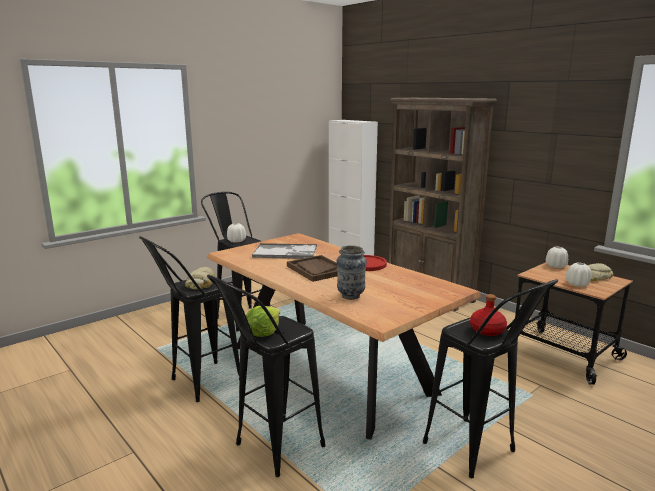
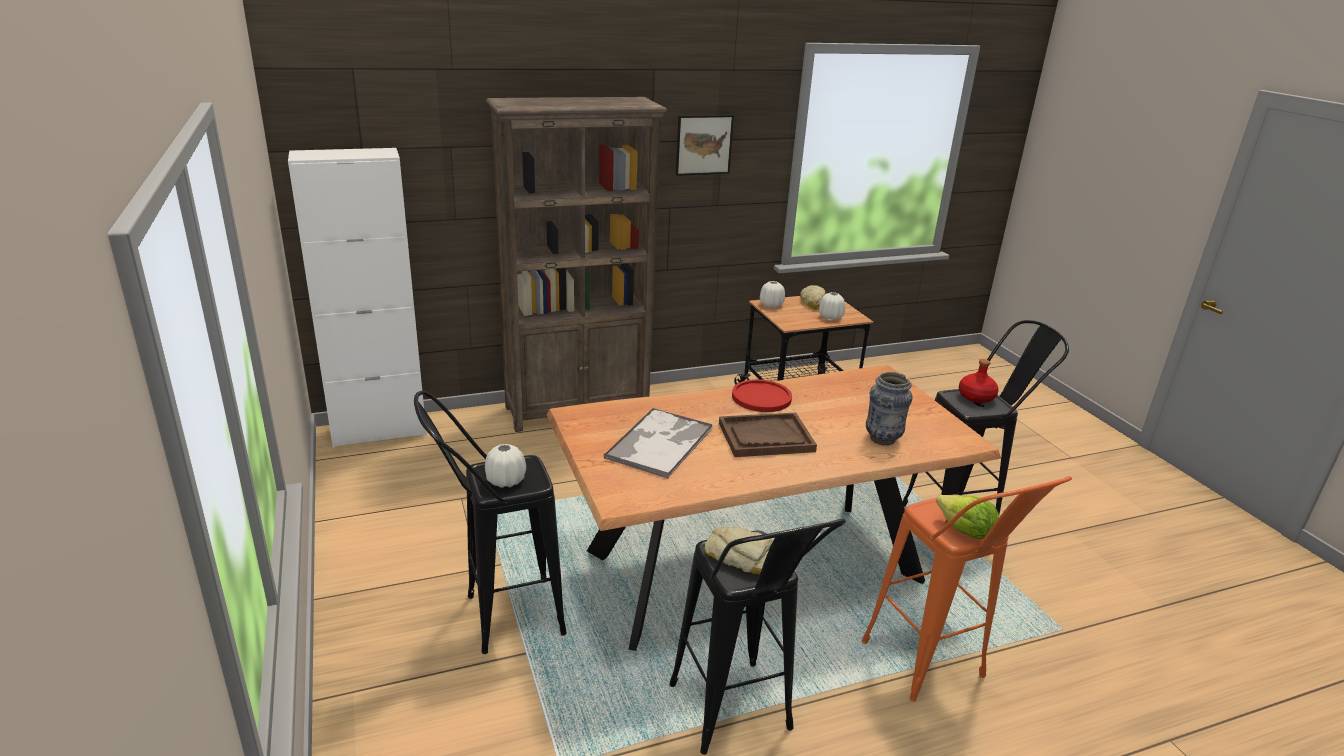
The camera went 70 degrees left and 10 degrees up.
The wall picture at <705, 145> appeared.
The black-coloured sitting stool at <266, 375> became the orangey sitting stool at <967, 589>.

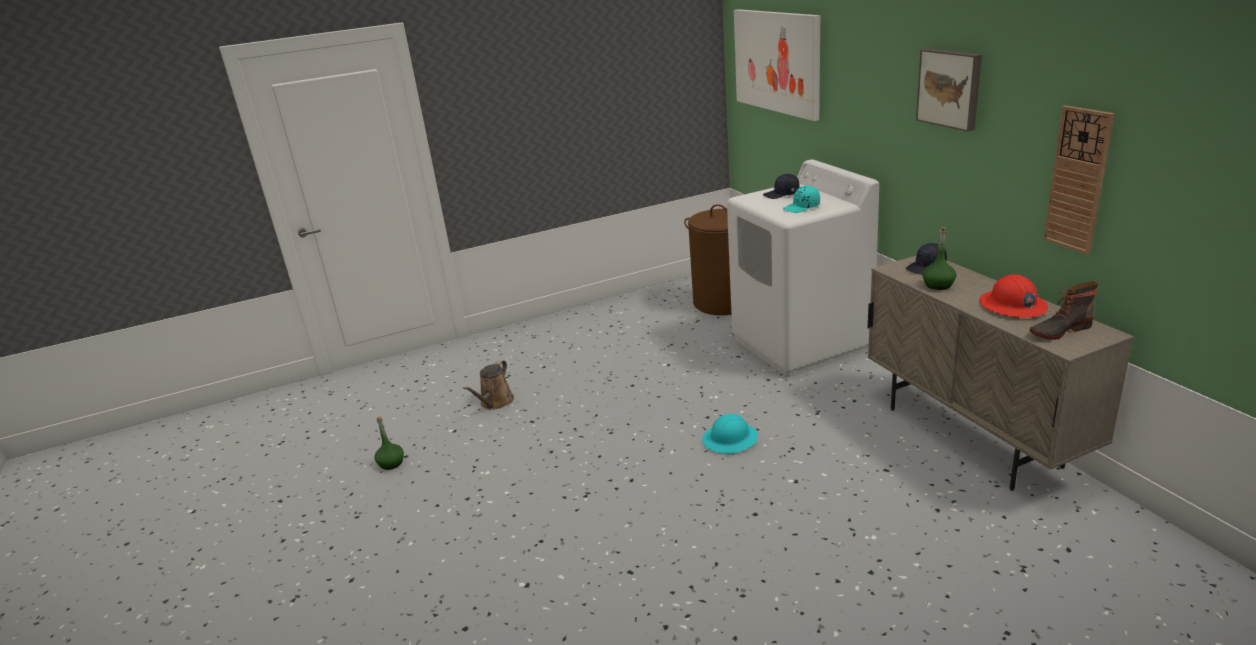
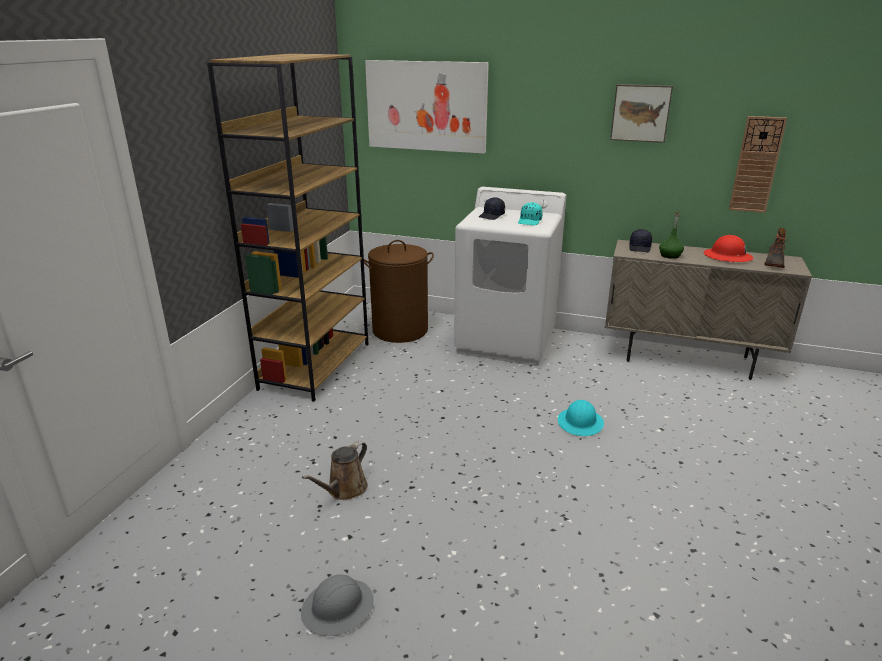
The camera went 50 degrees left and 0 degrees up.
The brown bookcase at <287, 228> appeared.
The greenish bottle at <389, 443> was replaced by the grey safety helmet at <337, 605>.
The brown watering pot at <488, 385> turned 60 degrees clockwise.

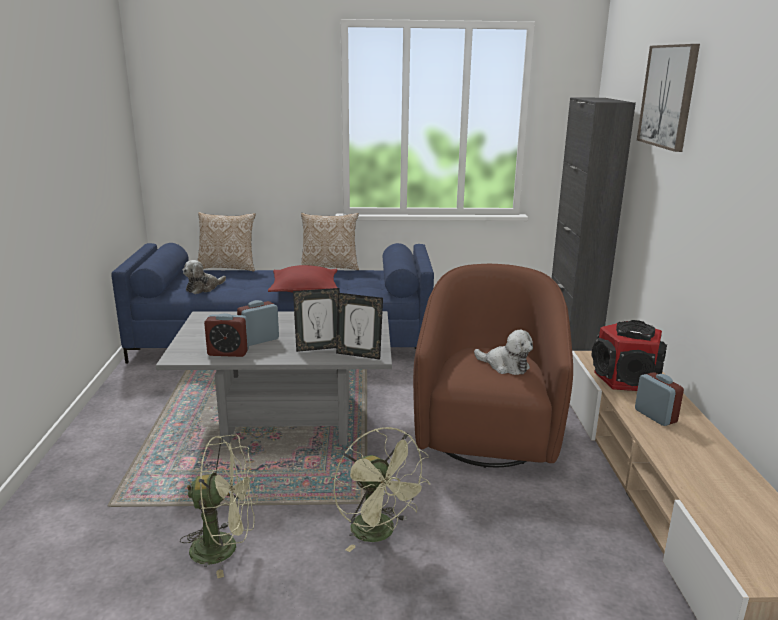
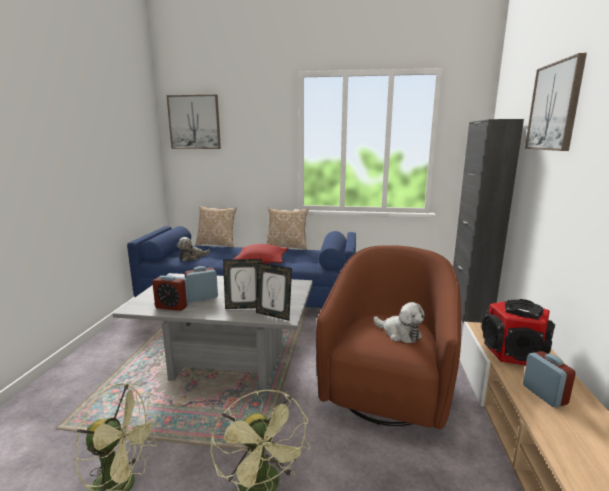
The camera went 10 degrees right and 5 degrees down.
The wall picture at <194, 122> appeared.

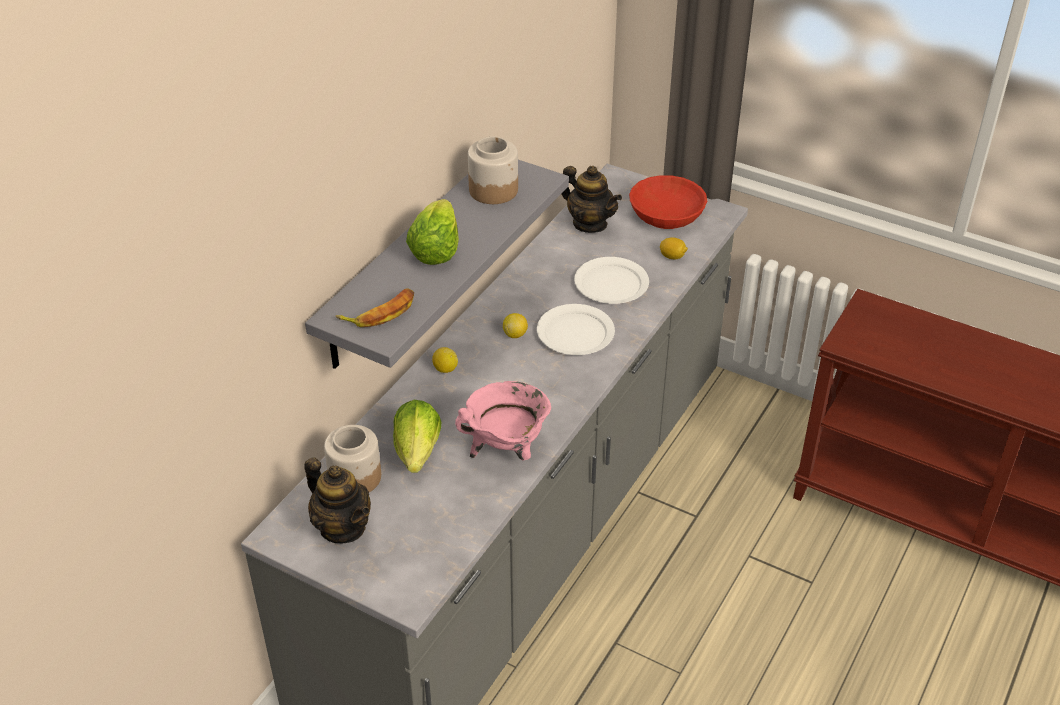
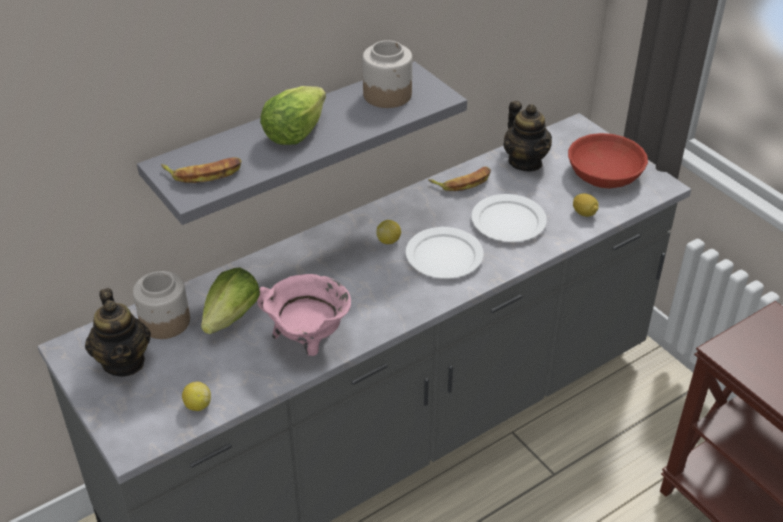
The camera went 25 degrees right and 0 degrees up.
The citrus fruit moved from <445, 360> to <196, 396>.
The banana fruit at <459, 179> appeared.

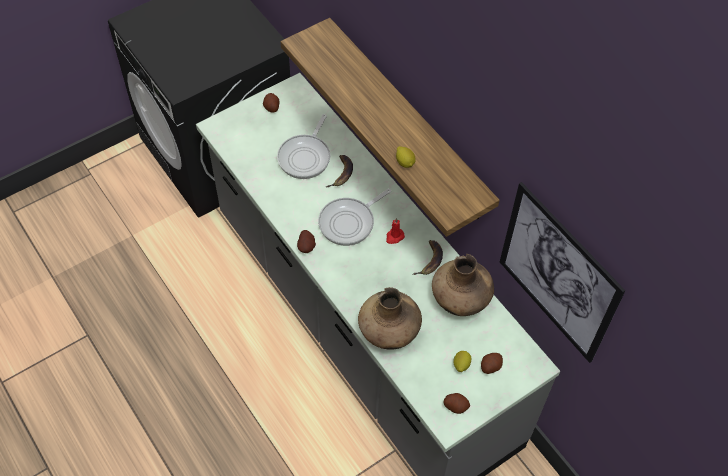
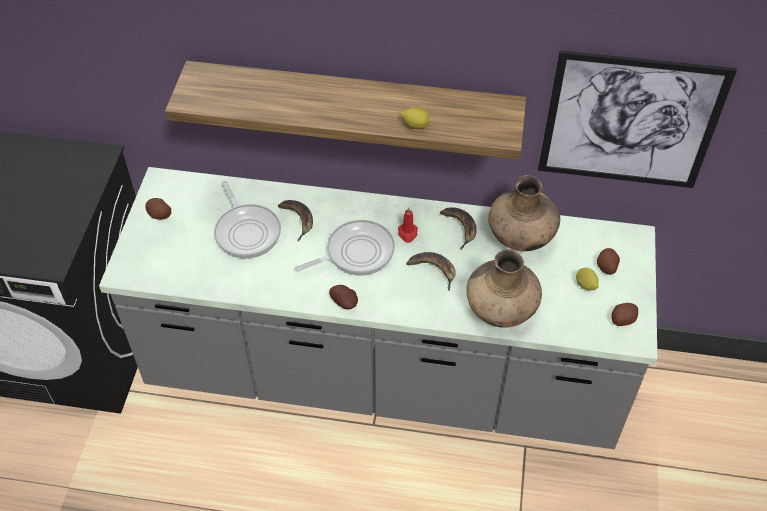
The camera went 45 degrees left and 5 degrees down.
The pan at <354, 217> turned 120 degrees counterclockwise.
The banana fruit at <431, 271> appeared.

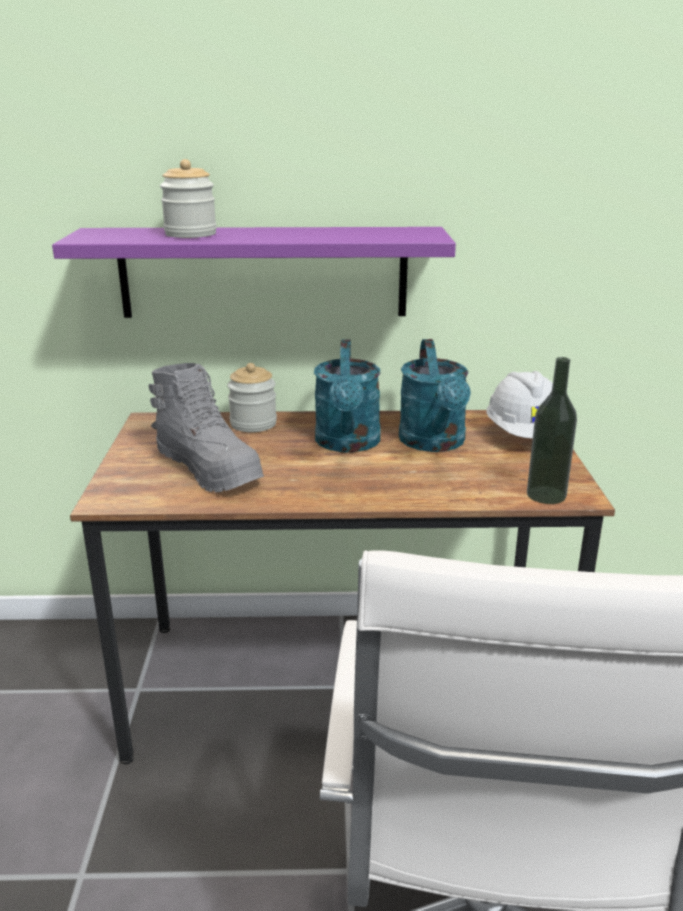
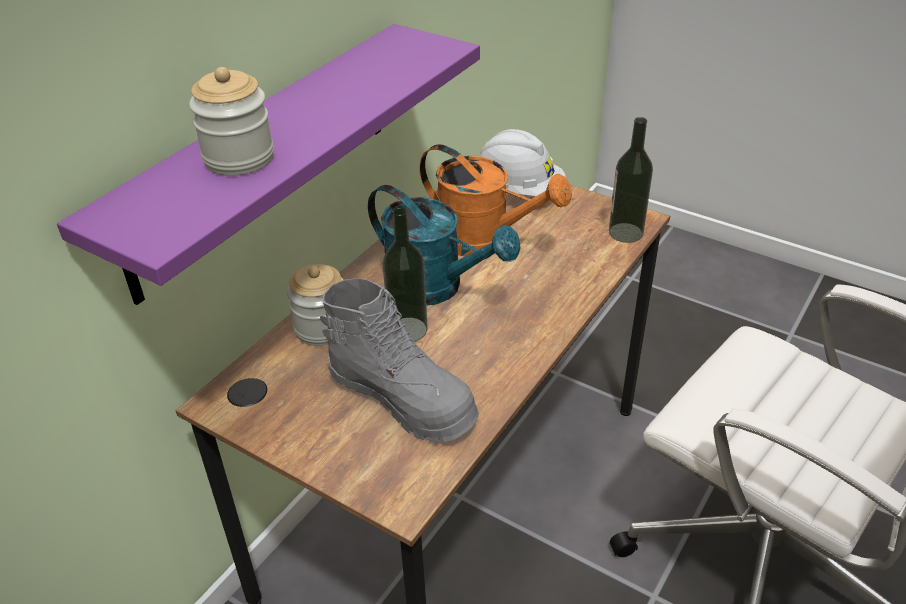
The camera went 55 degrees left and 15 degrees up.
The grey boot at <206, 427> turned 45 degrees clockwise.
The bottle at <405, 275> appeared.
The turquoise watering pot at <435, 395> became the orangey watering pot at <496, 200>.

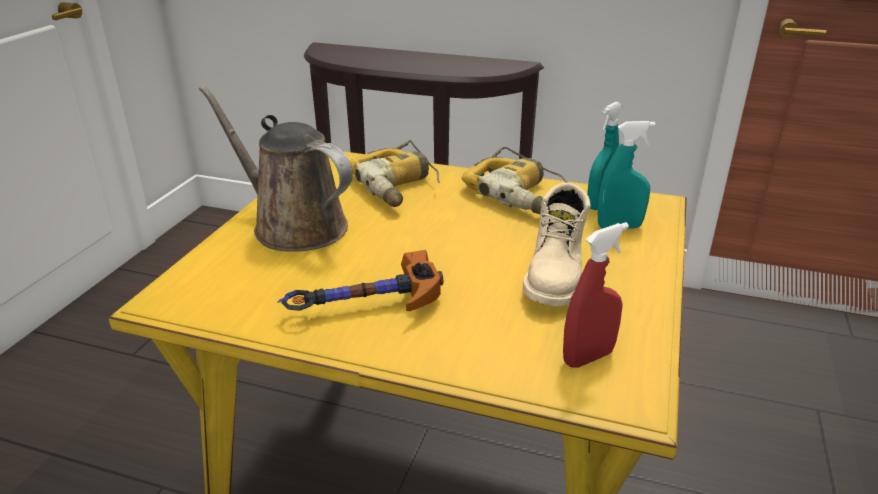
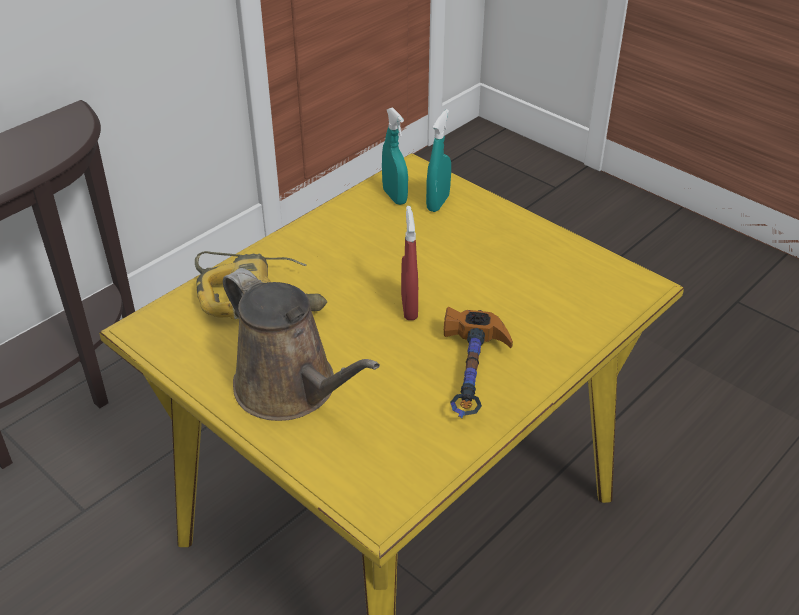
The camera went 65 degrees left and 10 degrees up.
The brown watering pot at <276, 168> turned 105 degrees counterclockwise.
The reddish sprayer moved from <596, 295> to <409, 263>.
The drill at <515, 180> disappeared.
The beige boot at <556, 244> disappeared.

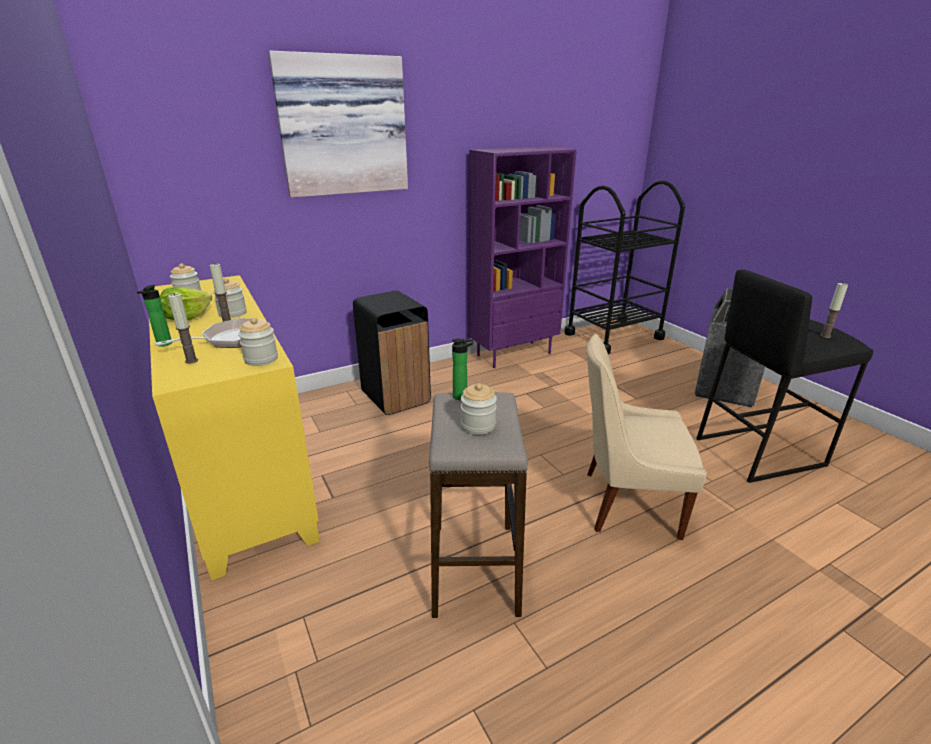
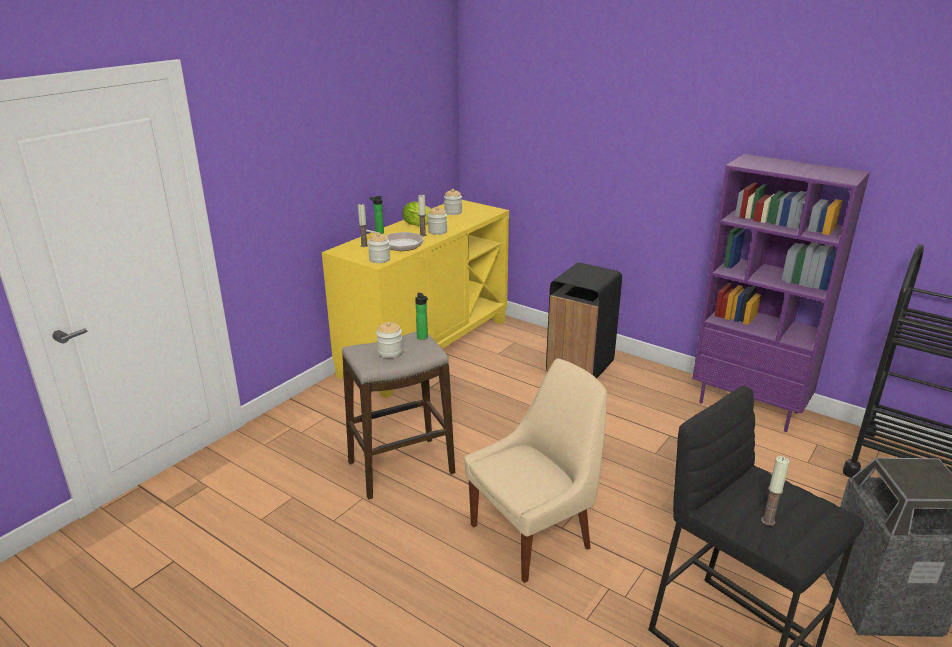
The camera went 65 degrees right and 0 degrees up.
The beige plain chair at <646, 437> turned 75 degrees clockwise.
The wall picture at <338, 124> disappeared.

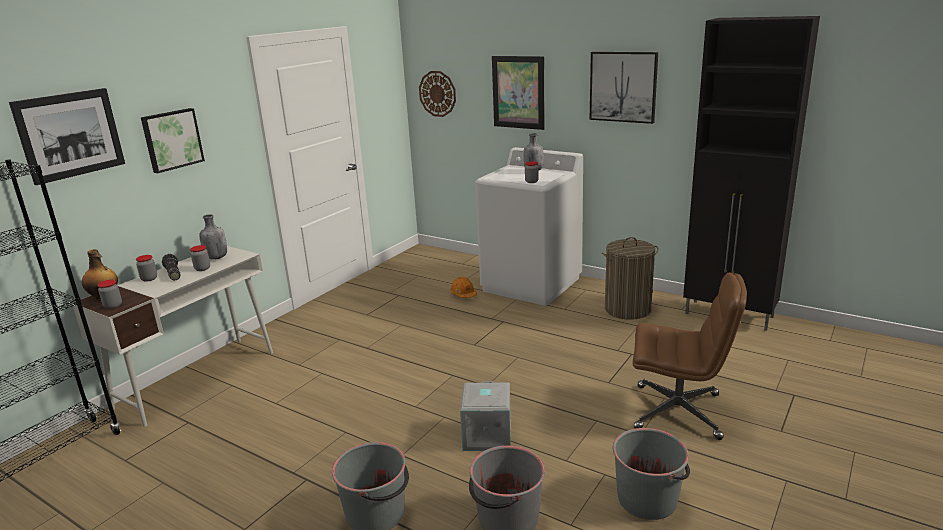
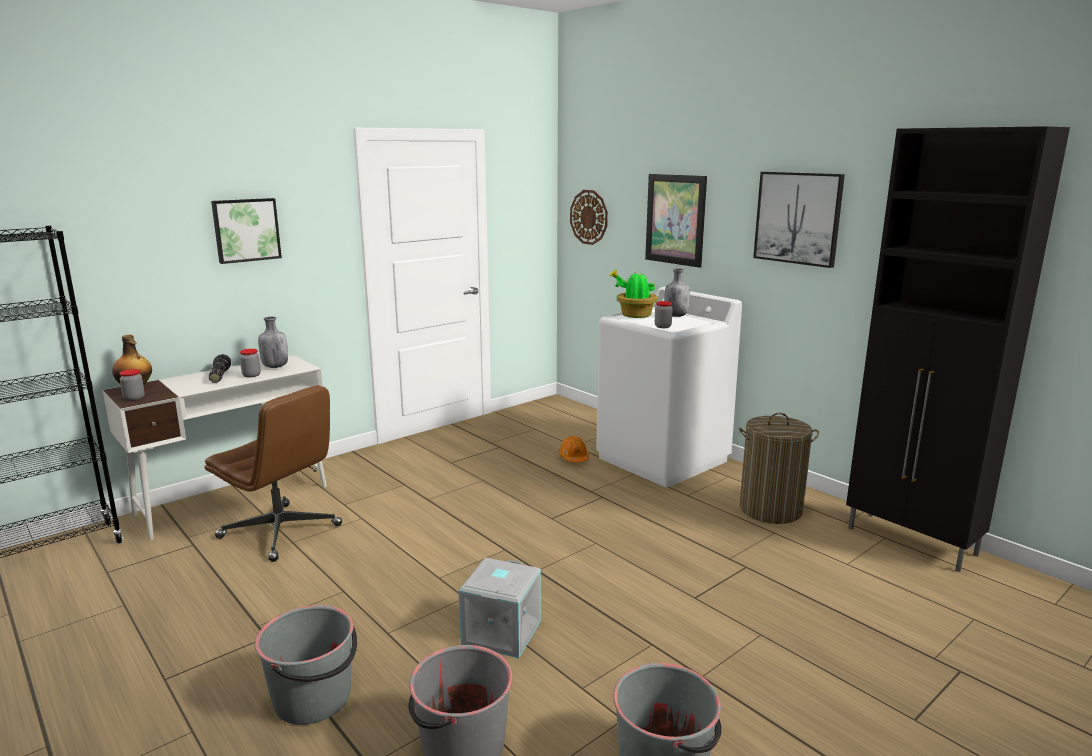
The camera went 15 degrees right and 5 degrees down.
The brown office chair moved from <690, 356> to <273, 473>.
The potted plant at <633, 293> appeared.
The wall picture at <67, 136> disappeared.
The storage jar at <146, 268> disappeared.

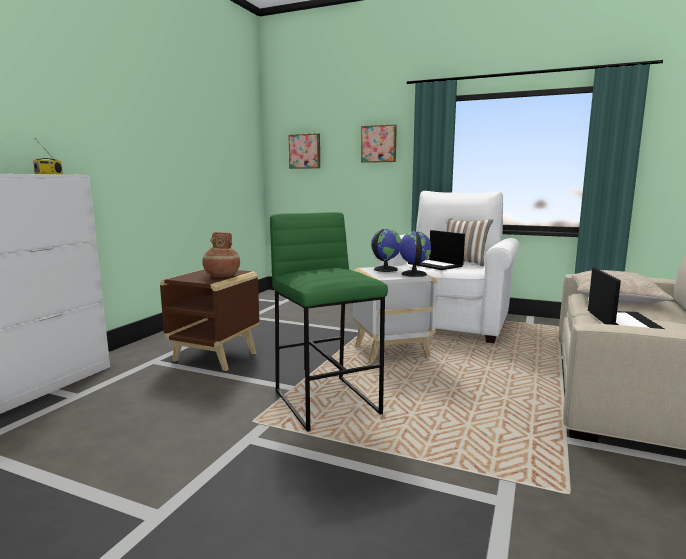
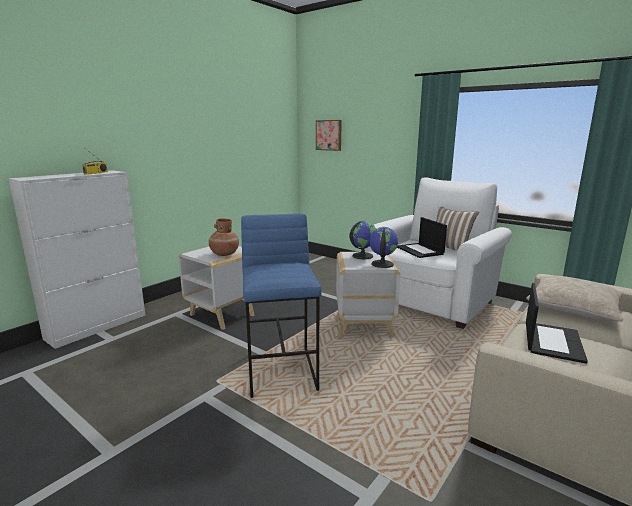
The camera went 15 degrees right and 5 degrees up.
The brown accent table at <210, 320> became the white accent table at <216, 288>.
The greenish sitting stool at <329, 322> became the blue-coloured sitting stool at <281, 306>.
The wall picture at <379, 143> disappeared.

